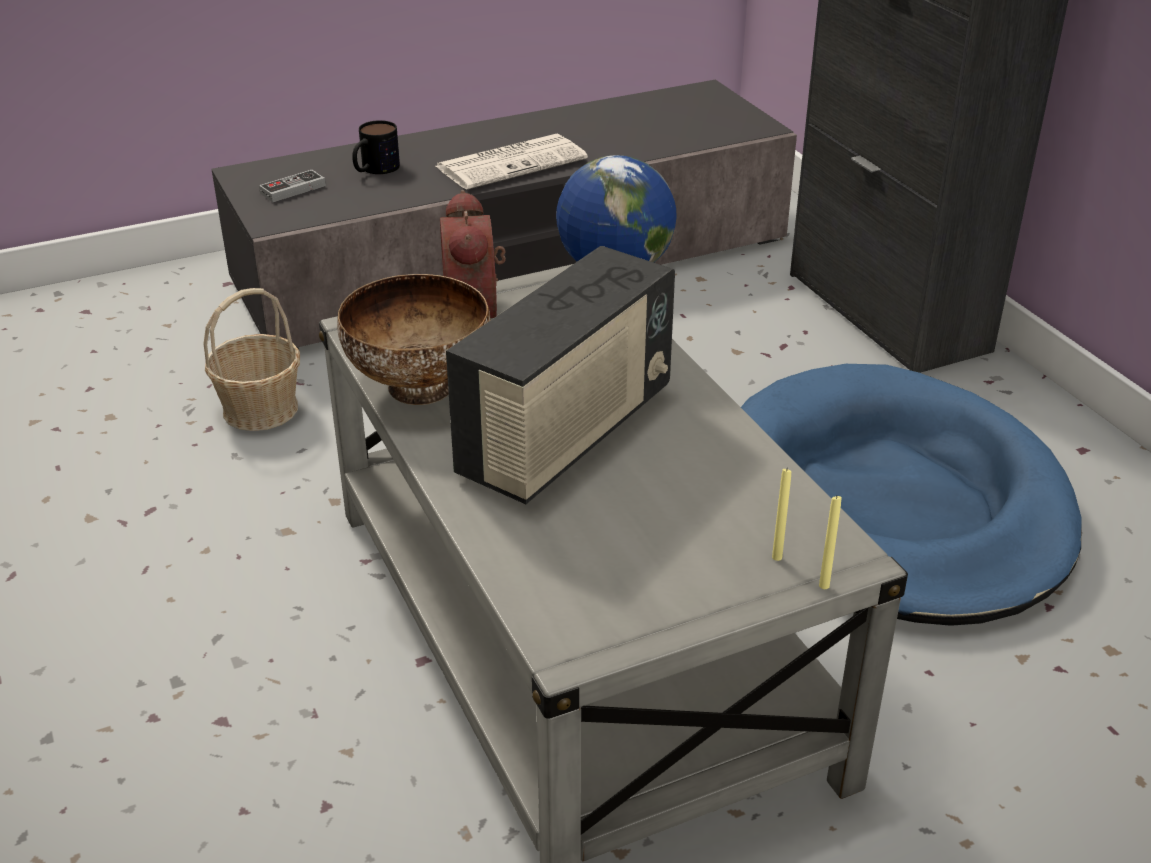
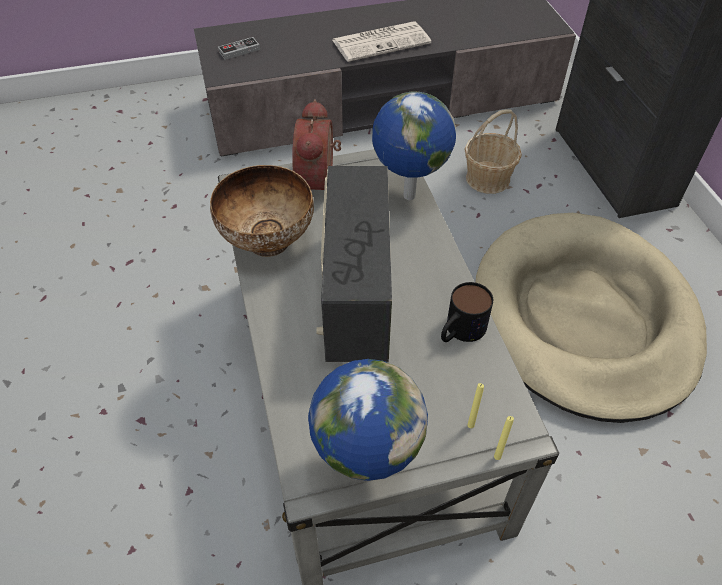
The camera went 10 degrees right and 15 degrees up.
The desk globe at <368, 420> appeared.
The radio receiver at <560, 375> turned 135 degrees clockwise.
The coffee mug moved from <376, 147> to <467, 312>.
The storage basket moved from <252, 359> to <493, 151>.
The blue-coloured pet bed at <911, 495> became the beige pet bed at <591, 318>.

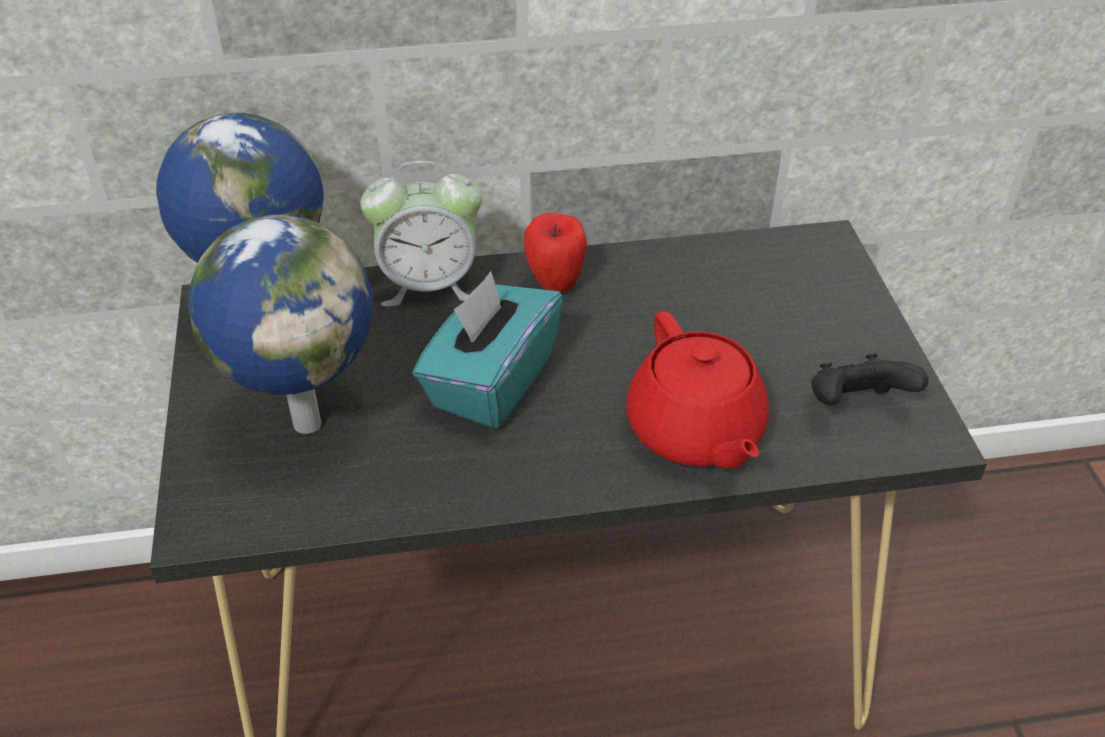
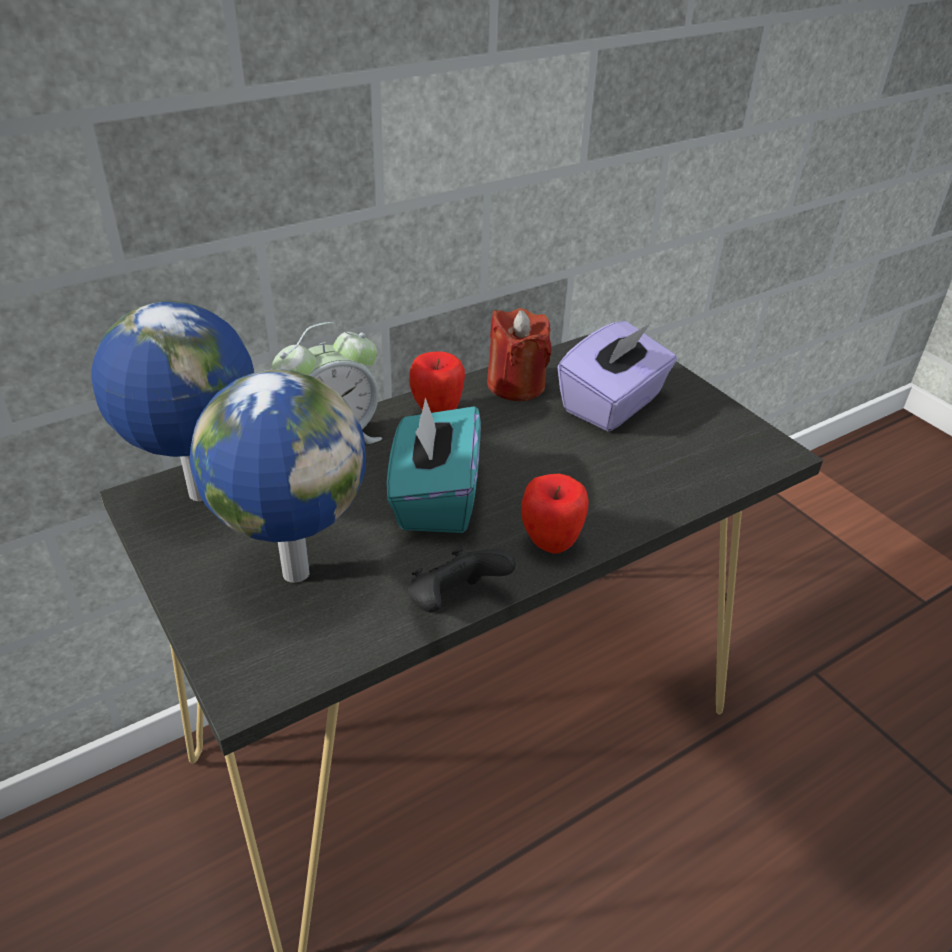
The camera went 25 degrees left and 5 degrees down.
The black-coloured gamepad moved from <869, 379> to <462, 580>.
The reddish wax candle at <519, 354> appeared.
The apple fruit at <555, 514> appeared.
The purple box of tissues at <617, 376> appeared.
The reddish tea pot at <697, 390> disappeared.

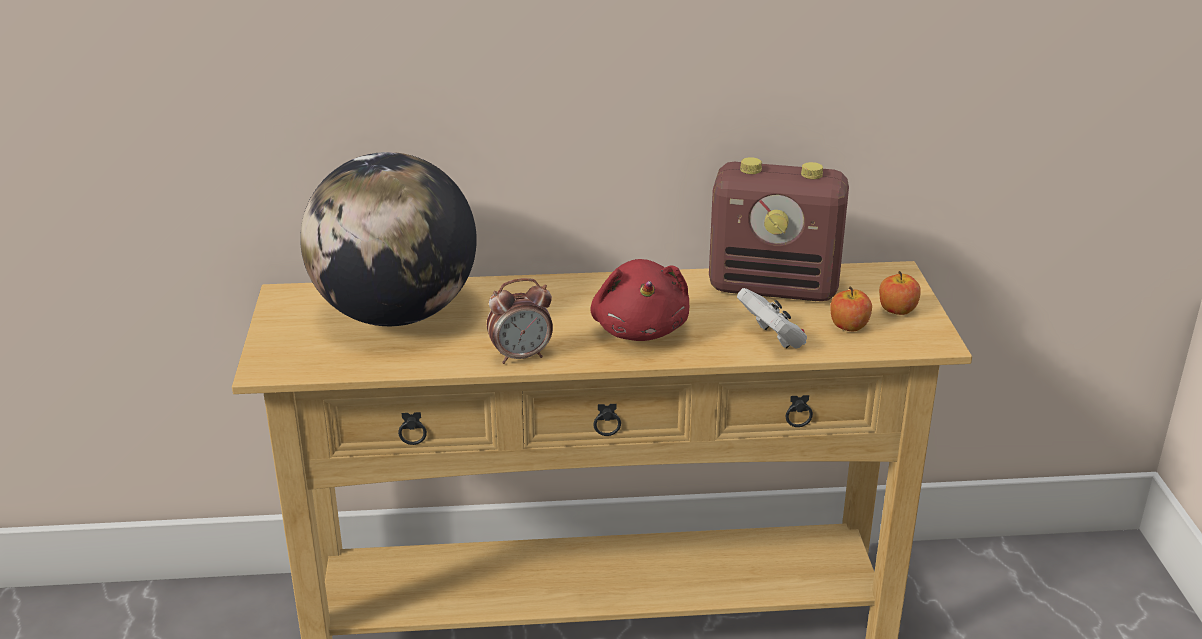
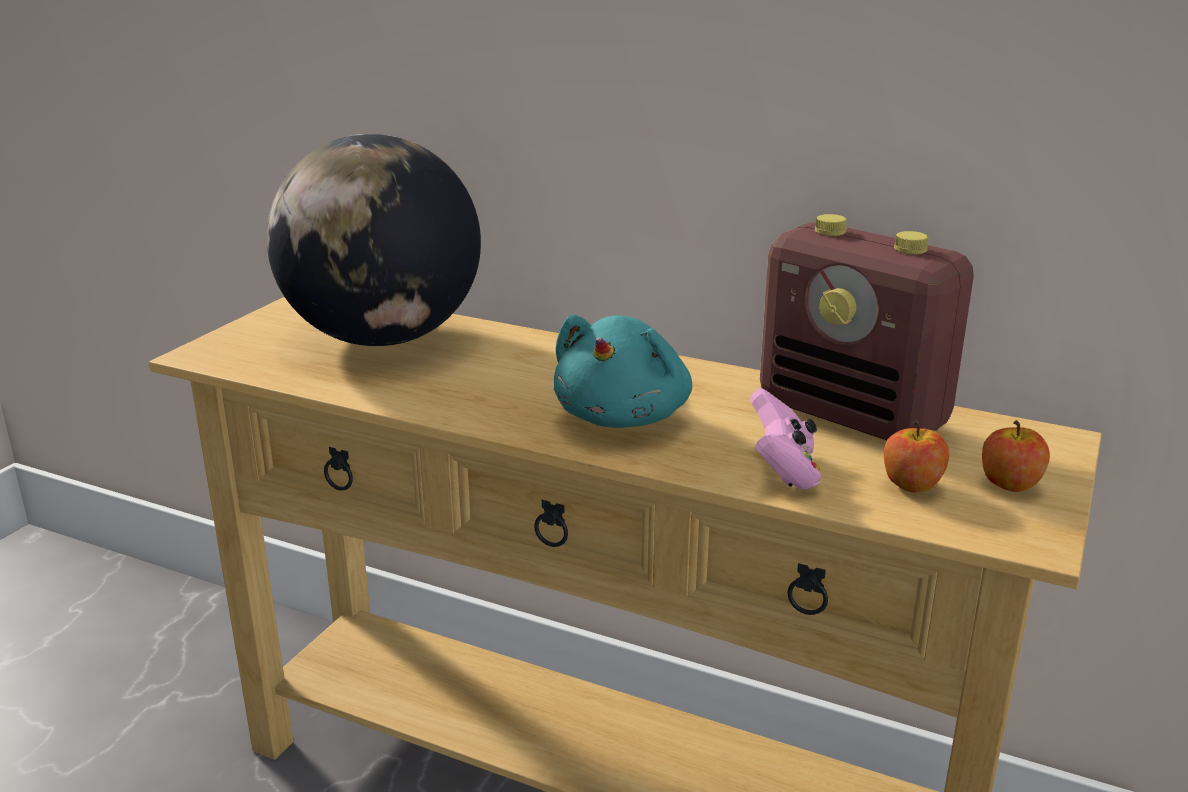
The camera went 30 degrees right and 5 degrees down.
The reddish cuddly toy at <639, 300> became the turquoise cuddly toy at <623, 371>.
The white gamepad at <772, 318> became the pink gamepad at <785, 439>.
The alarm clock at <520, 321> disappeared.

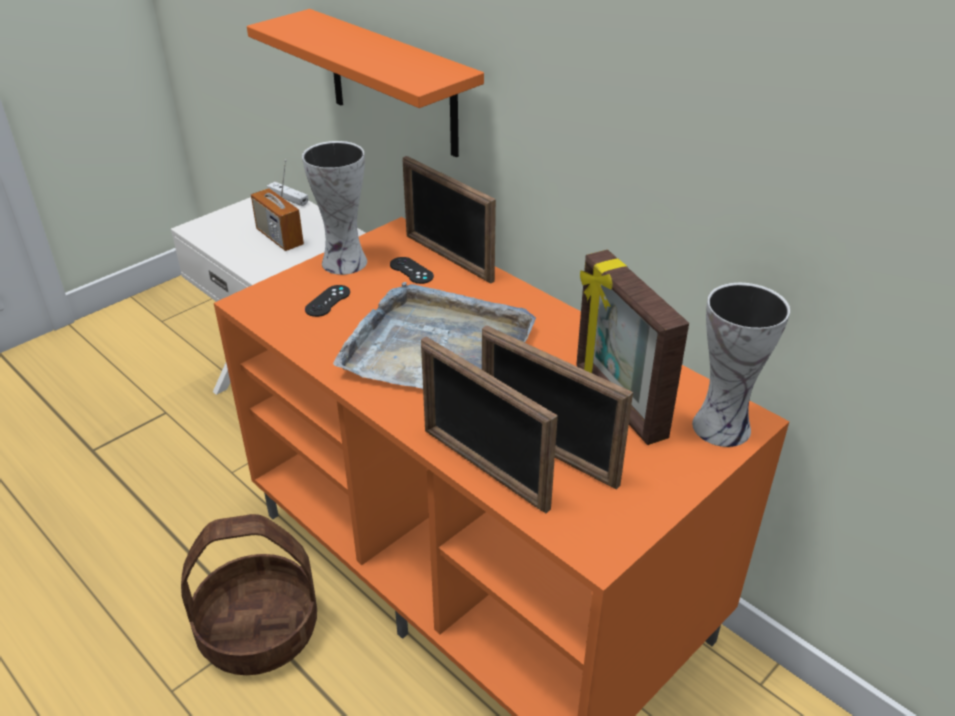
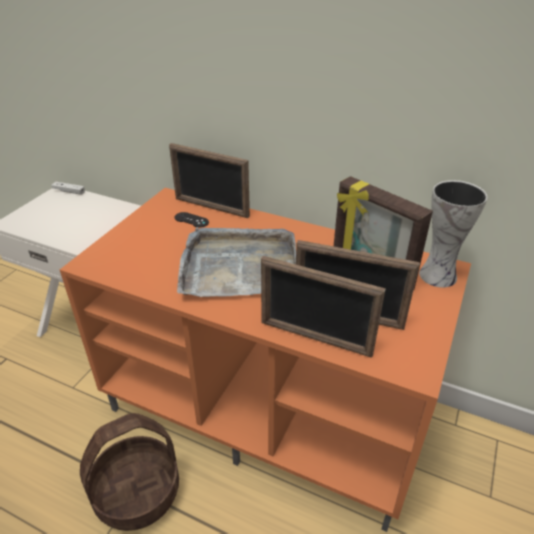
The camera went 20 degrees left and 0 degrees up.
The orangey wall shelf at <365, 83> disappeared.
The radio receiver at <277, 205> disappeared.
The decorative vase at <334, 208> disappeared.
The black-coloured gamepad at <327, 301> disappeared.

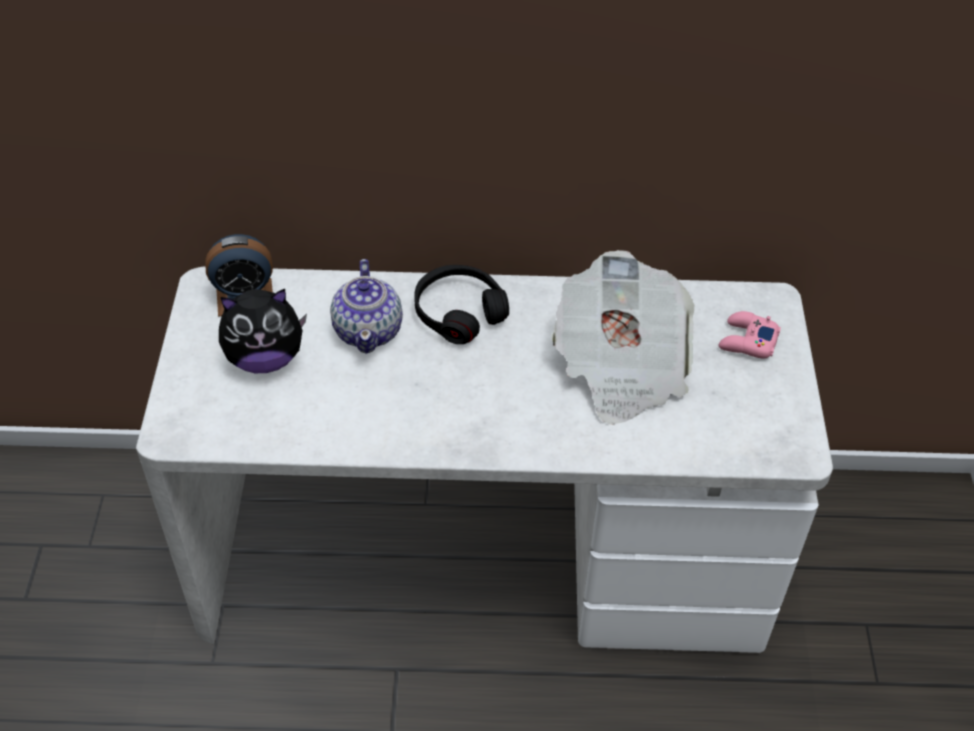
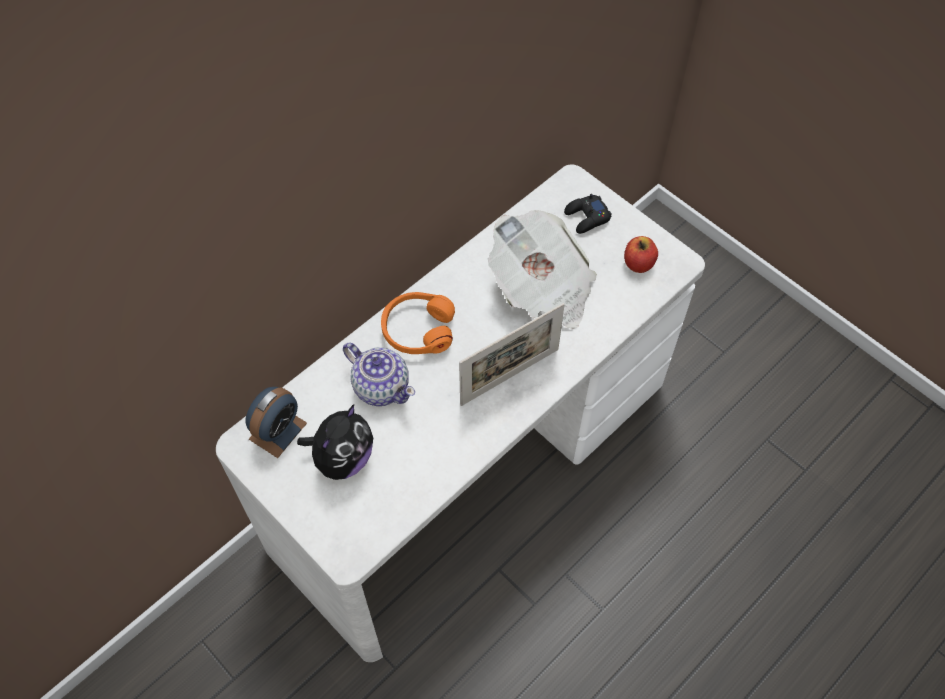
The camera went 45 degrees left and 10 degrees up.
The black-coloured headset at <461, 304> became the orangey headset at <418, 323>.
The standing frame at <512, 354> appeared.
The pink gamepad at <750, 335> became the black-coloured gamepad at <588, 214>.
The apple fruit at <641, 254> appeared.

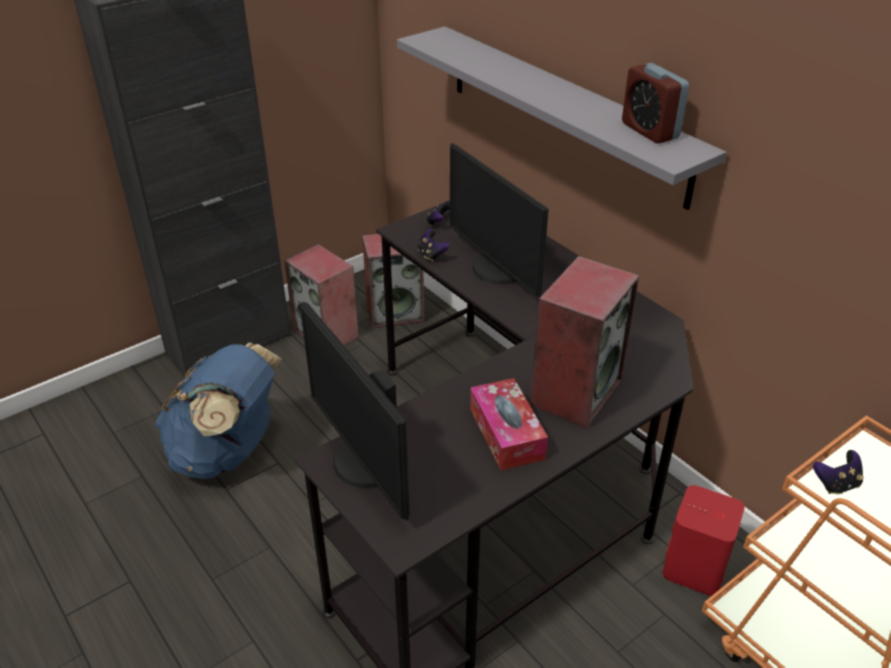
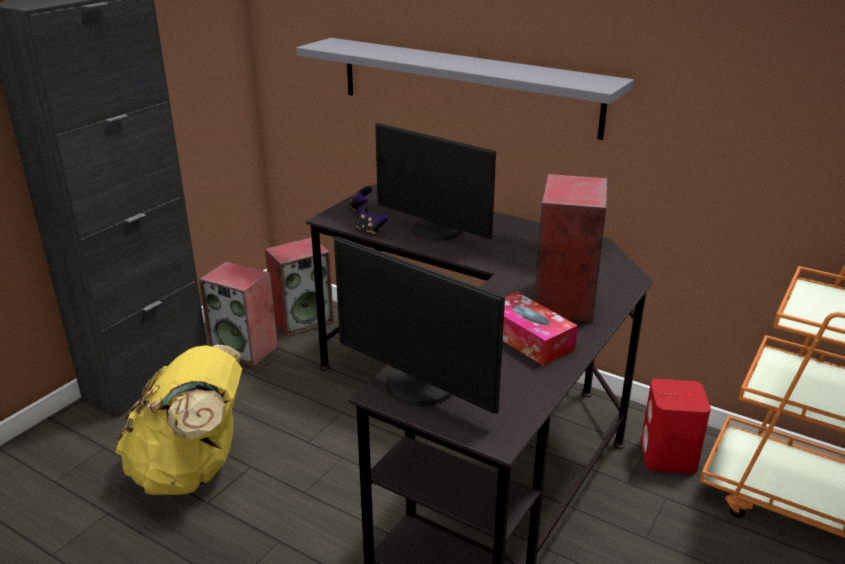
The camera went 20 degrees left and 10 degrees down.
The blue-coloured knapsack at <218, 411> became the yellowish knapsack at <178, 420>.
The alarm clock at <655, 103> disappeared.
The gamepad at <838, 472> disappeared.

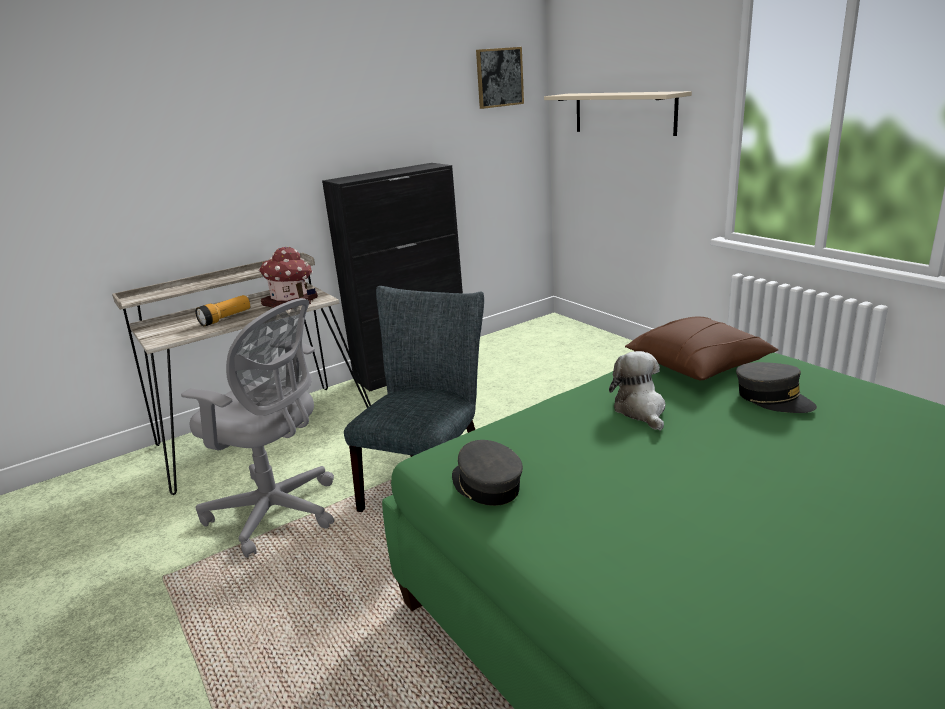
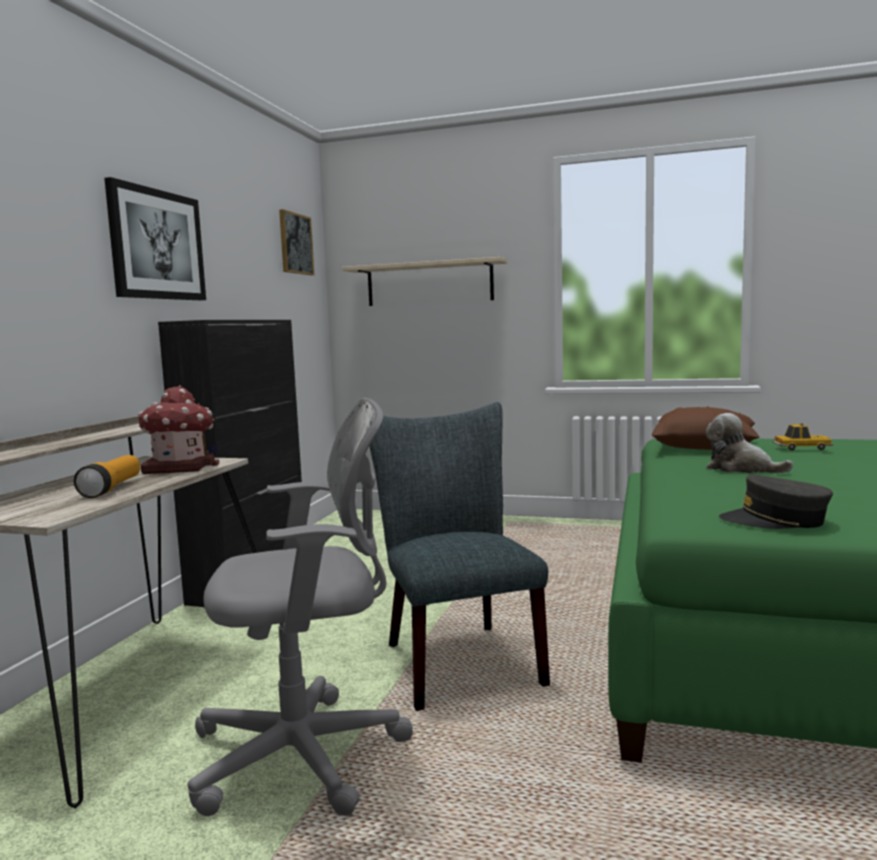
The camera went 40 degrees left and 15 degrees down.
The wall picture at <155, 238> appeared.
The grey peaked cap at <776, 387> was replaced by the miniature car at <802, 436>.

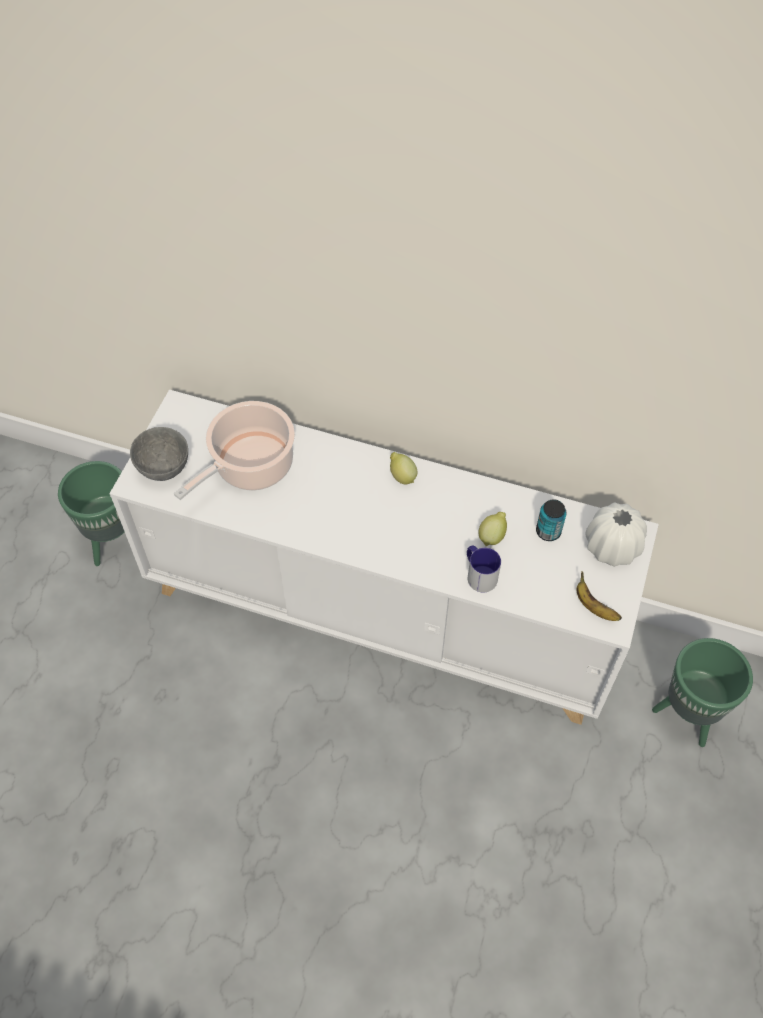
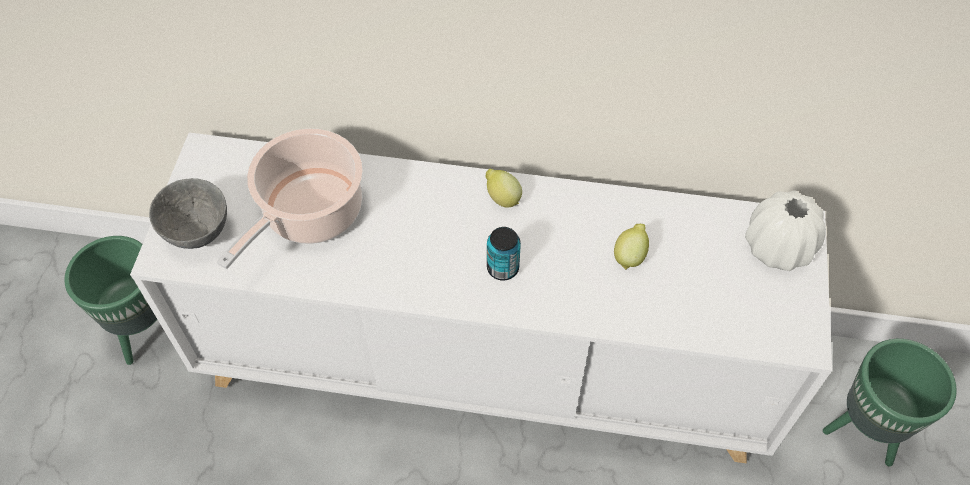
The camera went 10 degrees left and 0 degrees up.
The metal can moved from <551, 520> to <504, 253>.
The coffee mug at <484, 569> disappeared.
The banana fruit at <599, 596> disappeared.

